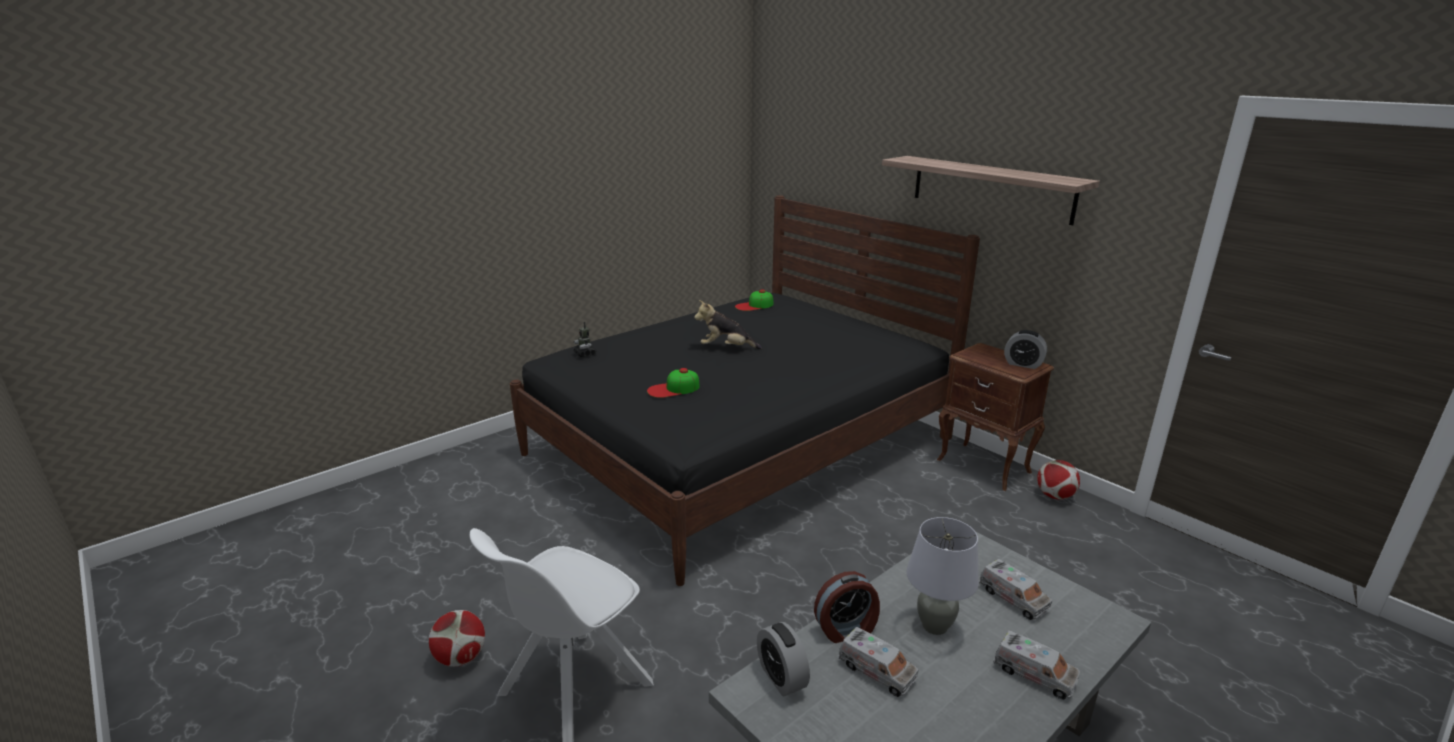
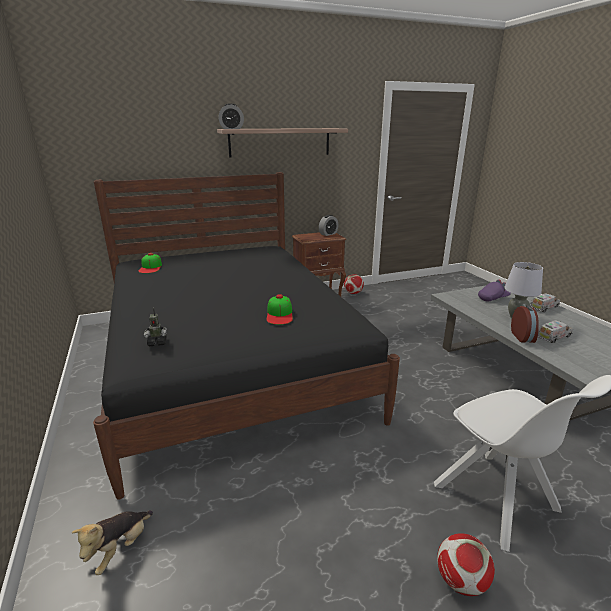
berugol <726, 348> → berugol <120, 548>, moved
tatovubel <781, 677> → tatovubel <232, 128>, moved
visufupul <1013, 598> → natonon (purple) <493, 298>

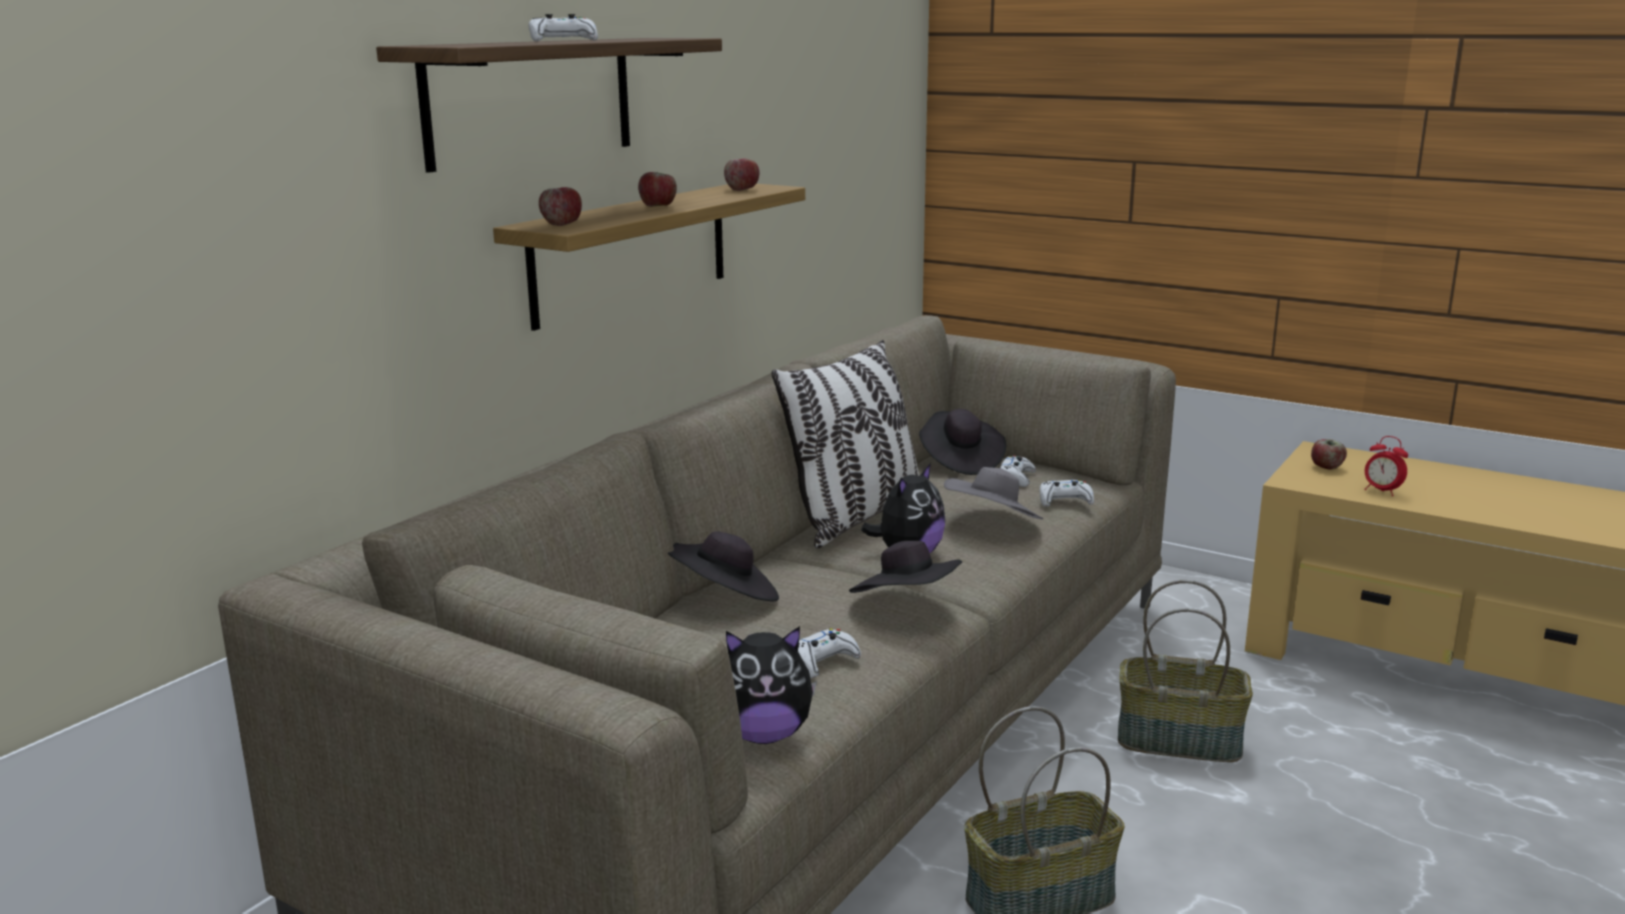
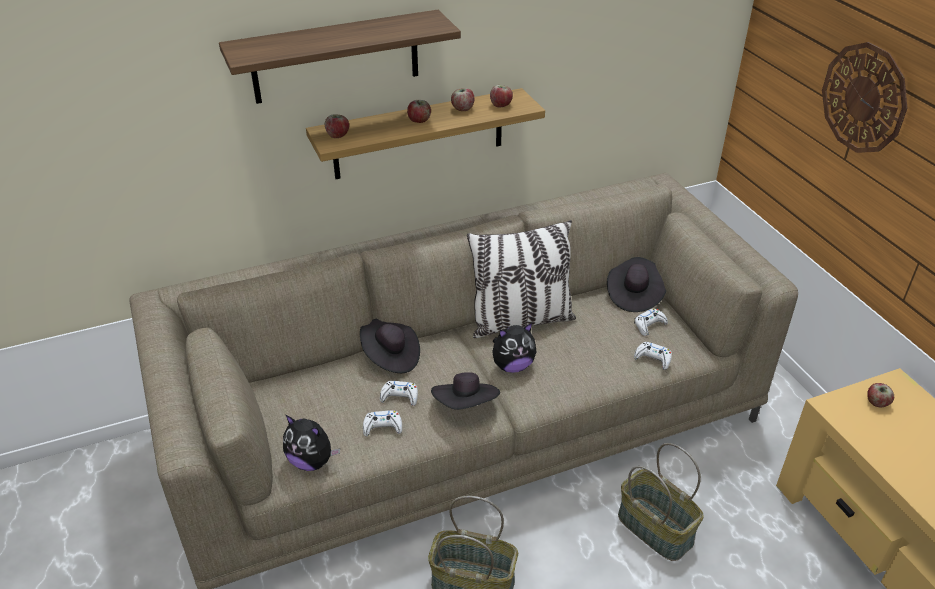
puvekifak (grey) <992, 524> → -
tatovubel <1381, 491> → -
- → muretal <462, 109>
- → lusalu <864, 98>
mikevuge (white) <561, 40> → mikevuge (white) <399, 397>, moved

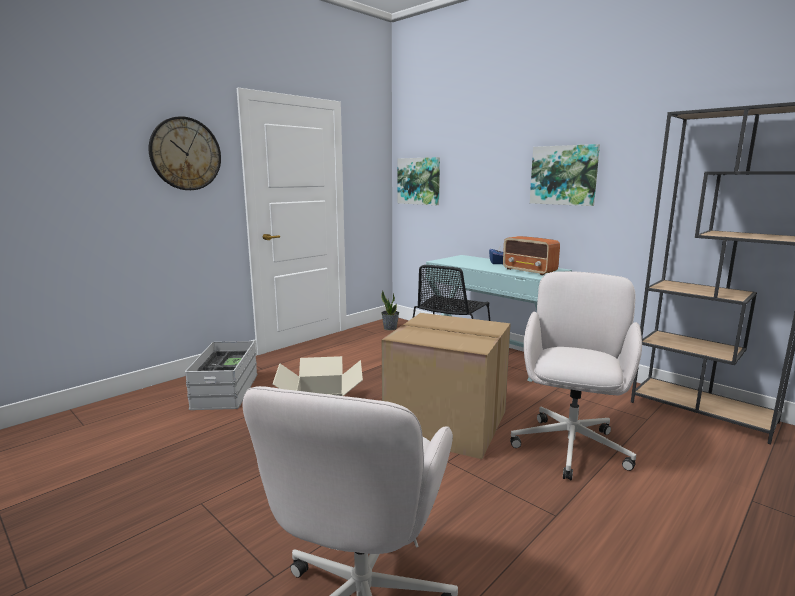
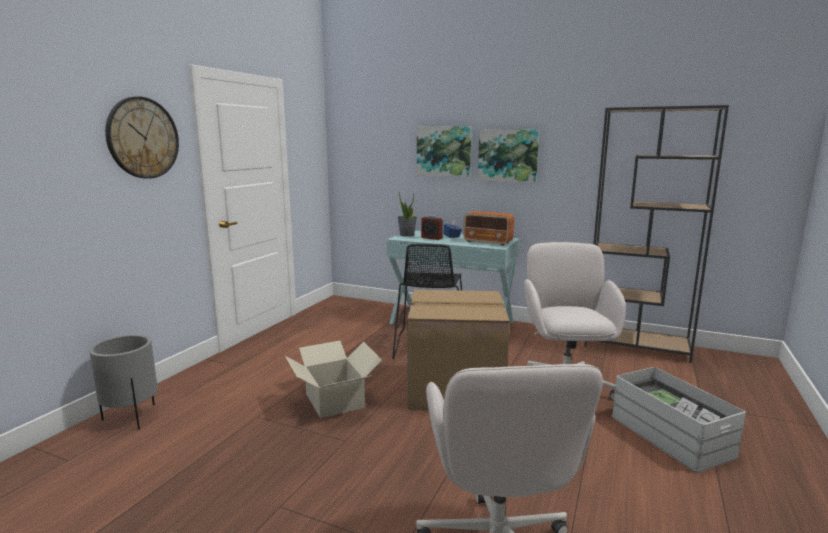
- → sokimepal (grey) <132, 417>
- → tatovubel <432, 238>
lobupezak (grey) <226, 390> → lobupezak (grey) <671, 435>, moved
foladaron <390, 328> → foladaron <407, 235>, moved
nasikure <419, 181> → nasikure <444, 151>, moved

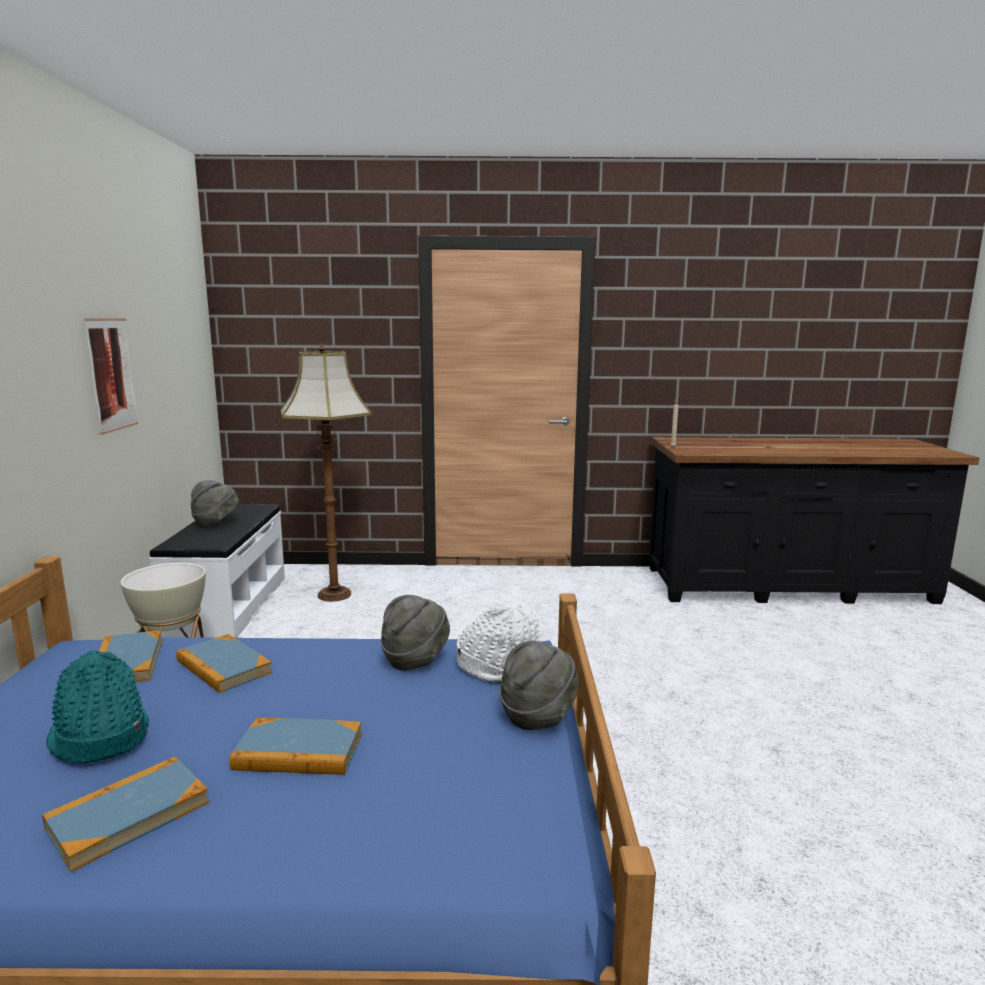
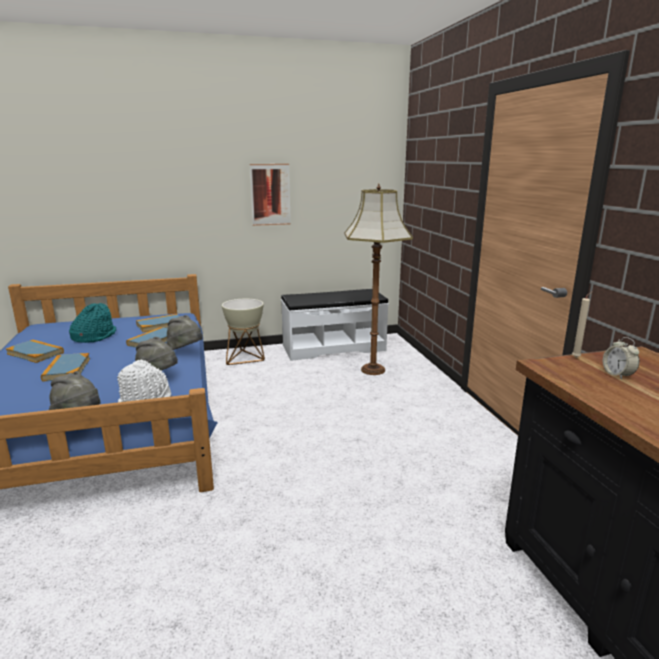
- → tatovubel <617, 375>
puvekifak (grey) <216, 523> → puvekifak (grey) <186, 351>, moved

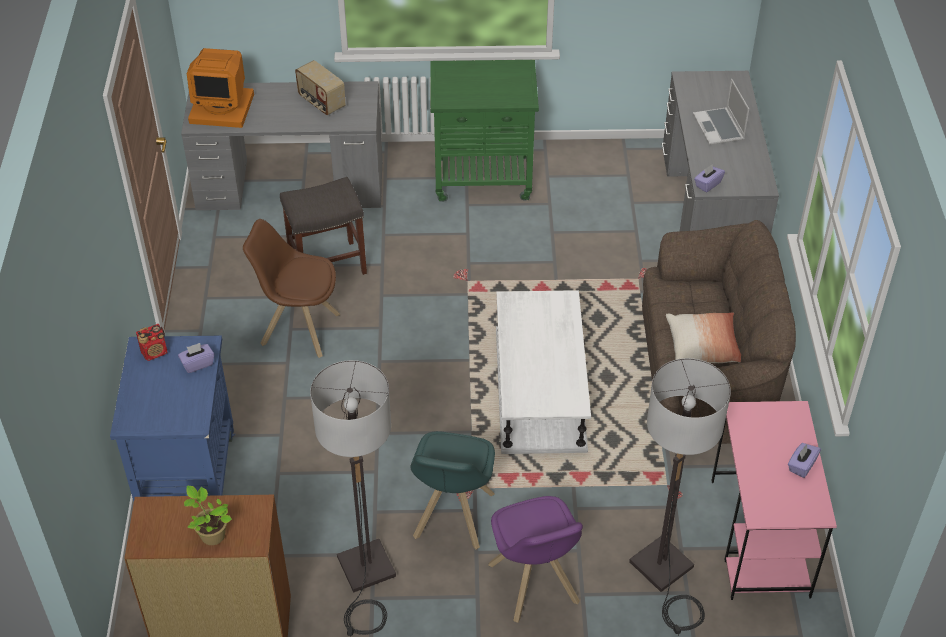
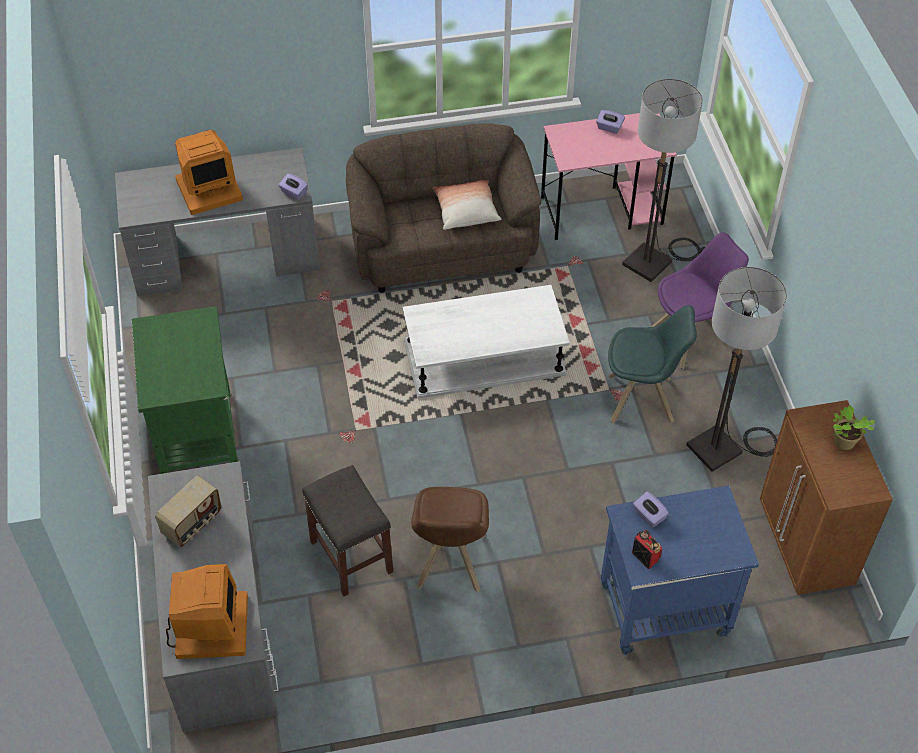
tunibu <719, 128> → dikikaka <209, 188>

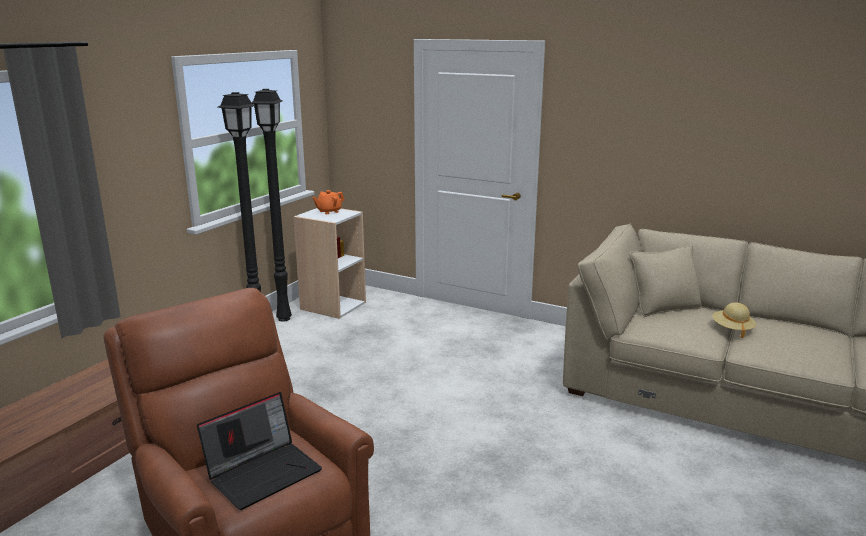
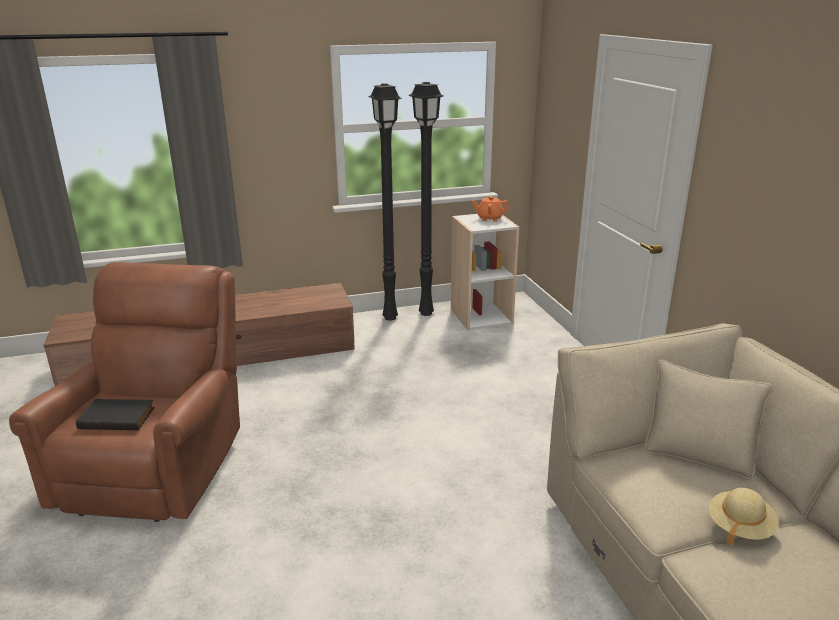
tunibu <264, 472> → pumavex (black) <118, 417>

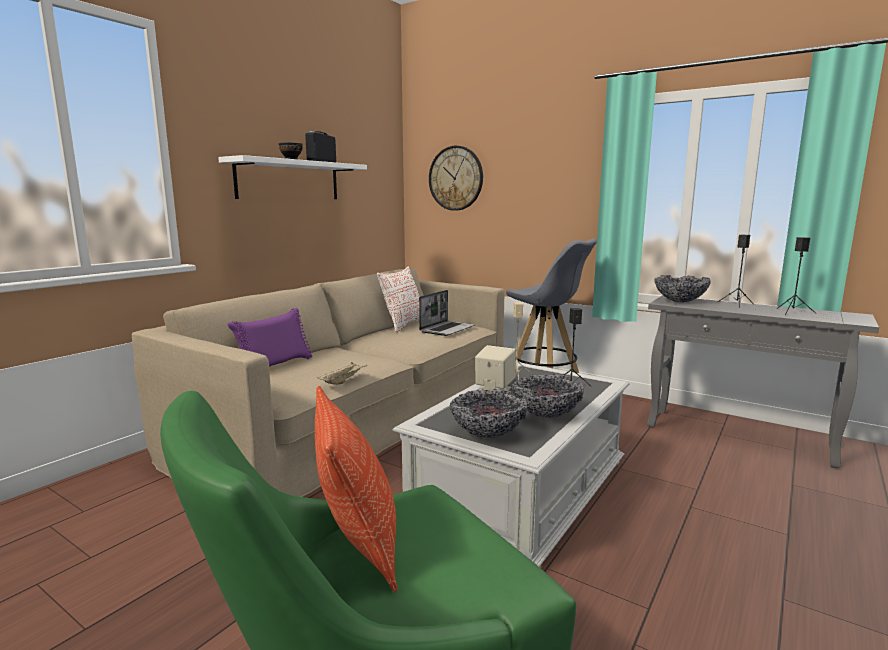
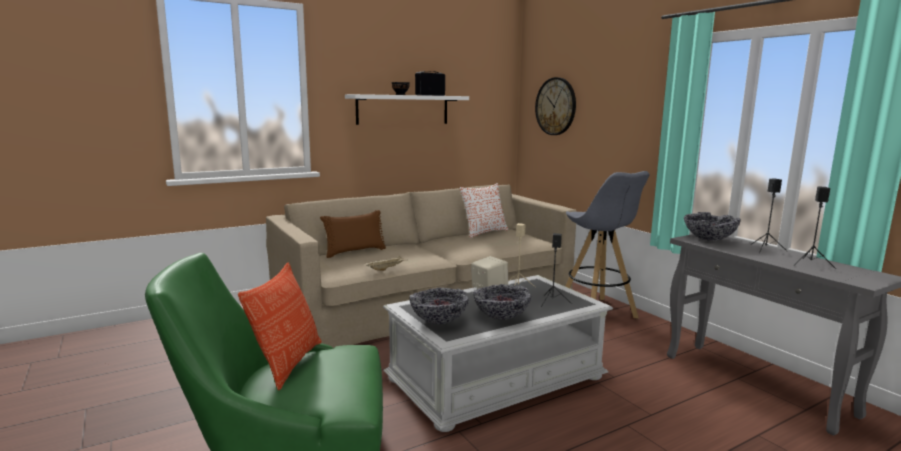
tunibu <447, 329> → -
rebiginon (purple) <275, 366> → rebiginon (brown) <354, 252>

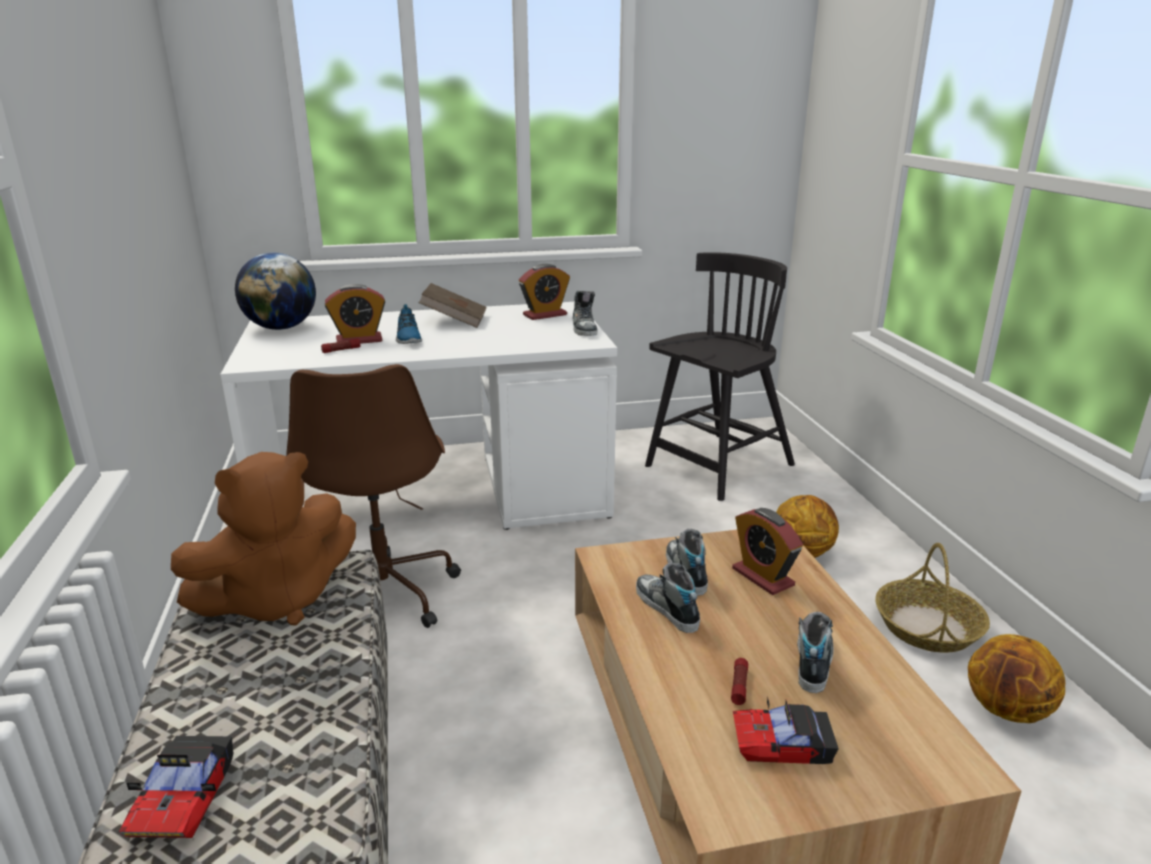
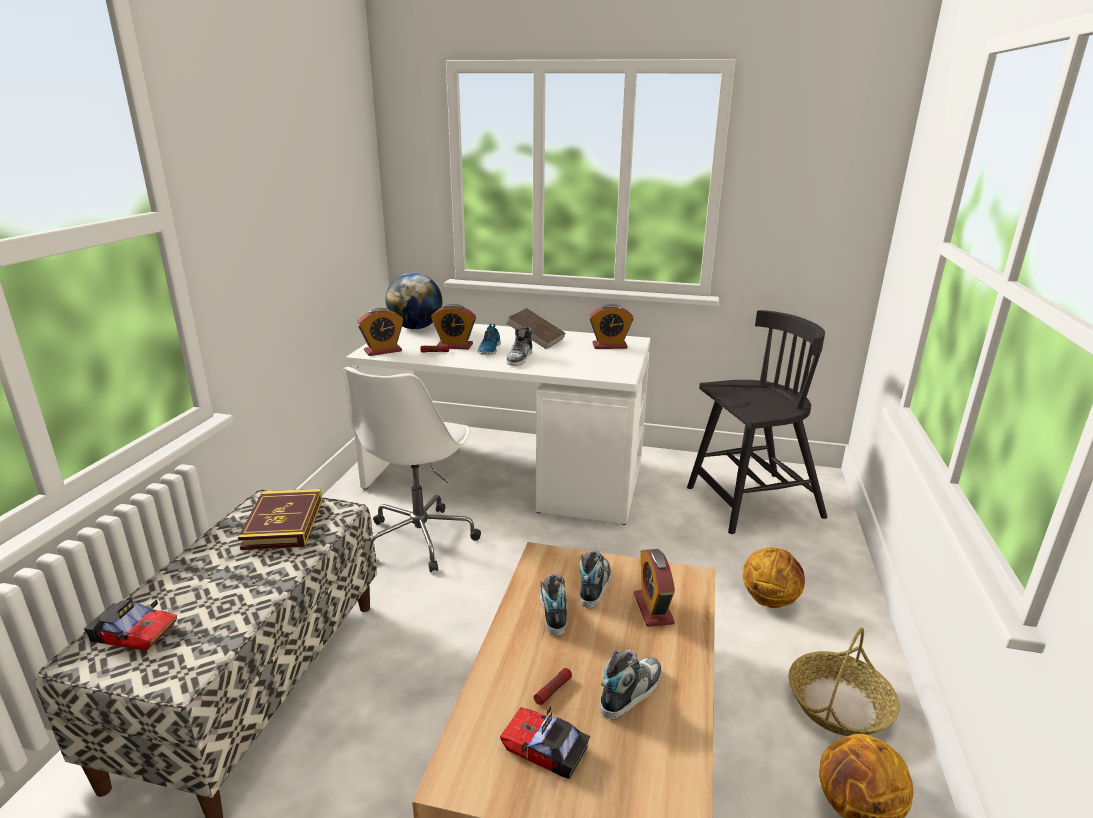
- → tatovubel <383, 351>
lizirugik <584, 328> → lizirugik <520, 358>, moved
berugol (brown) <278, 599> → pumavex <283, 523>
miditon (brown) <384, 597> → miditon (white) <418, 541>
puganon <184, 797> → puganon <134, 633>, 105 degrees counterclockwise

